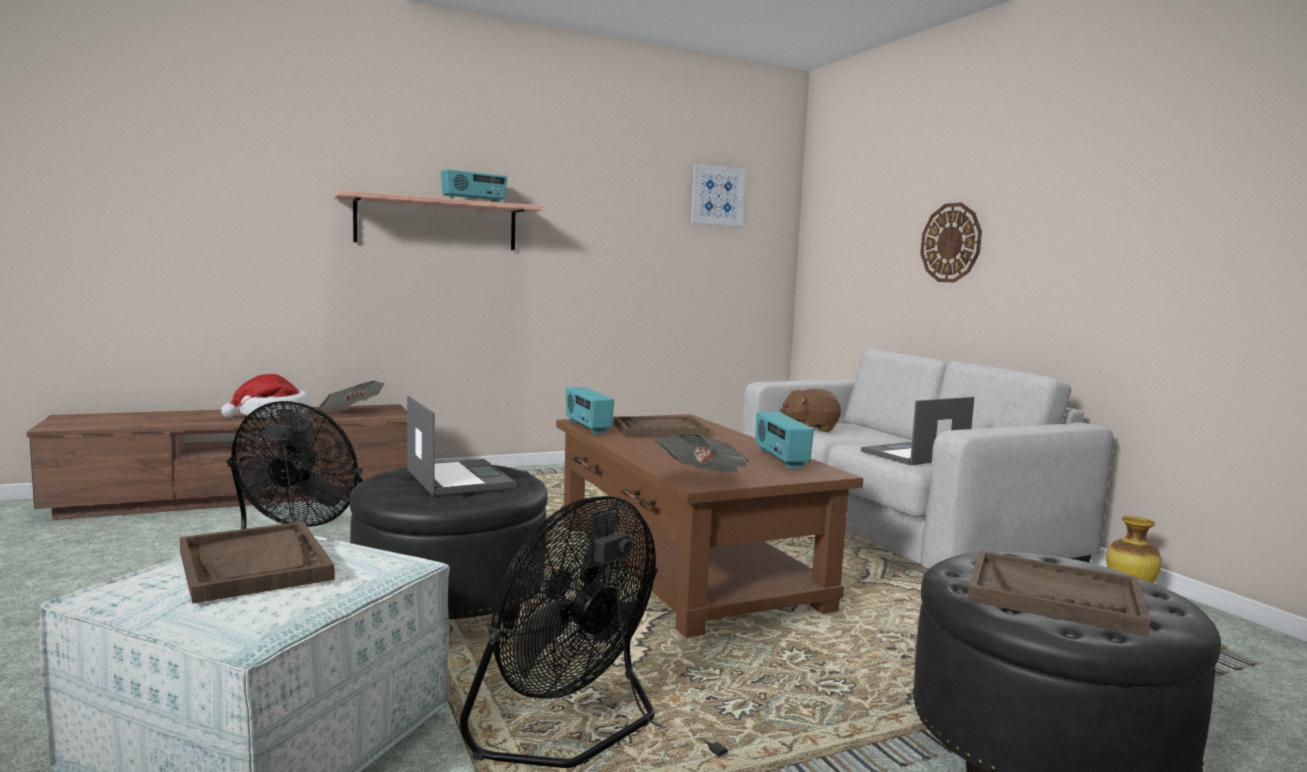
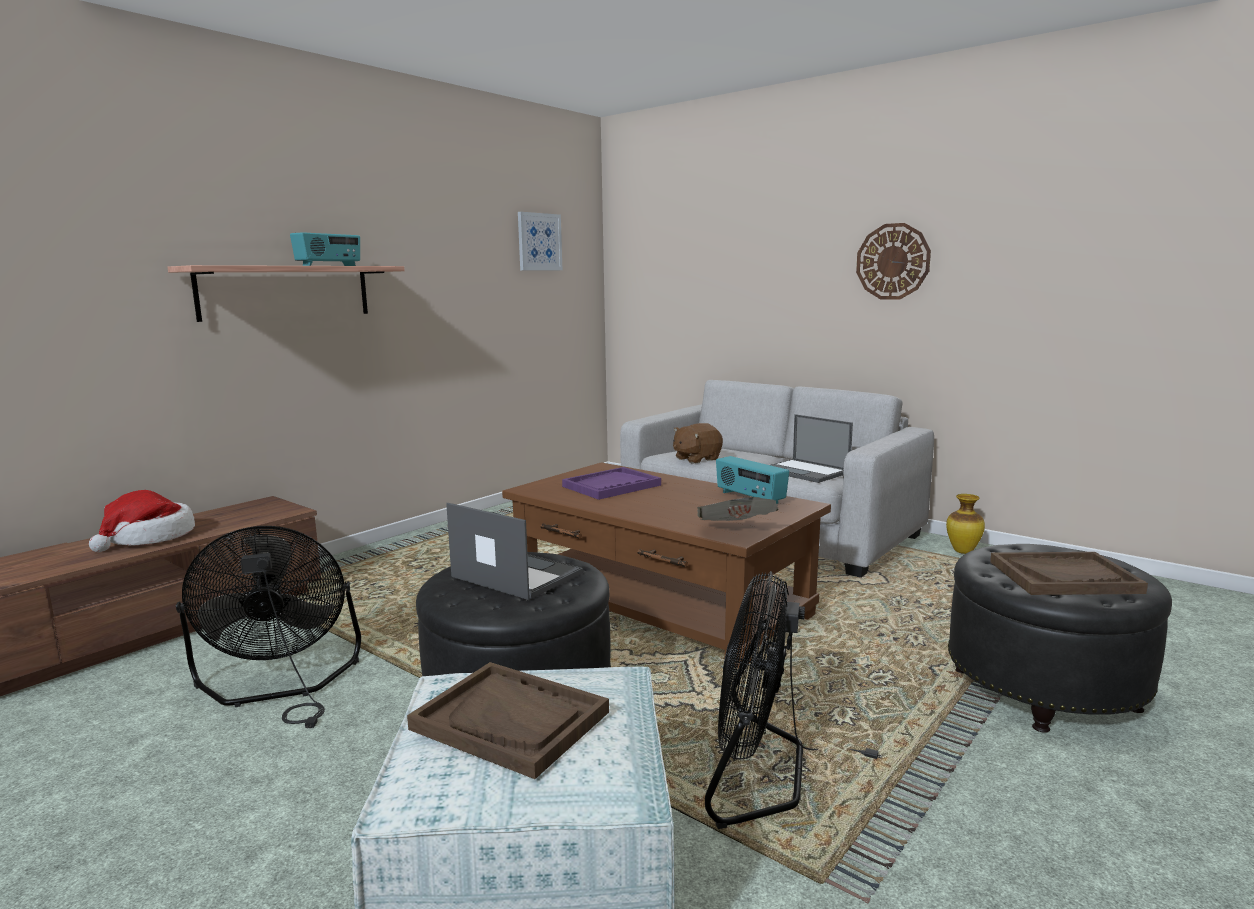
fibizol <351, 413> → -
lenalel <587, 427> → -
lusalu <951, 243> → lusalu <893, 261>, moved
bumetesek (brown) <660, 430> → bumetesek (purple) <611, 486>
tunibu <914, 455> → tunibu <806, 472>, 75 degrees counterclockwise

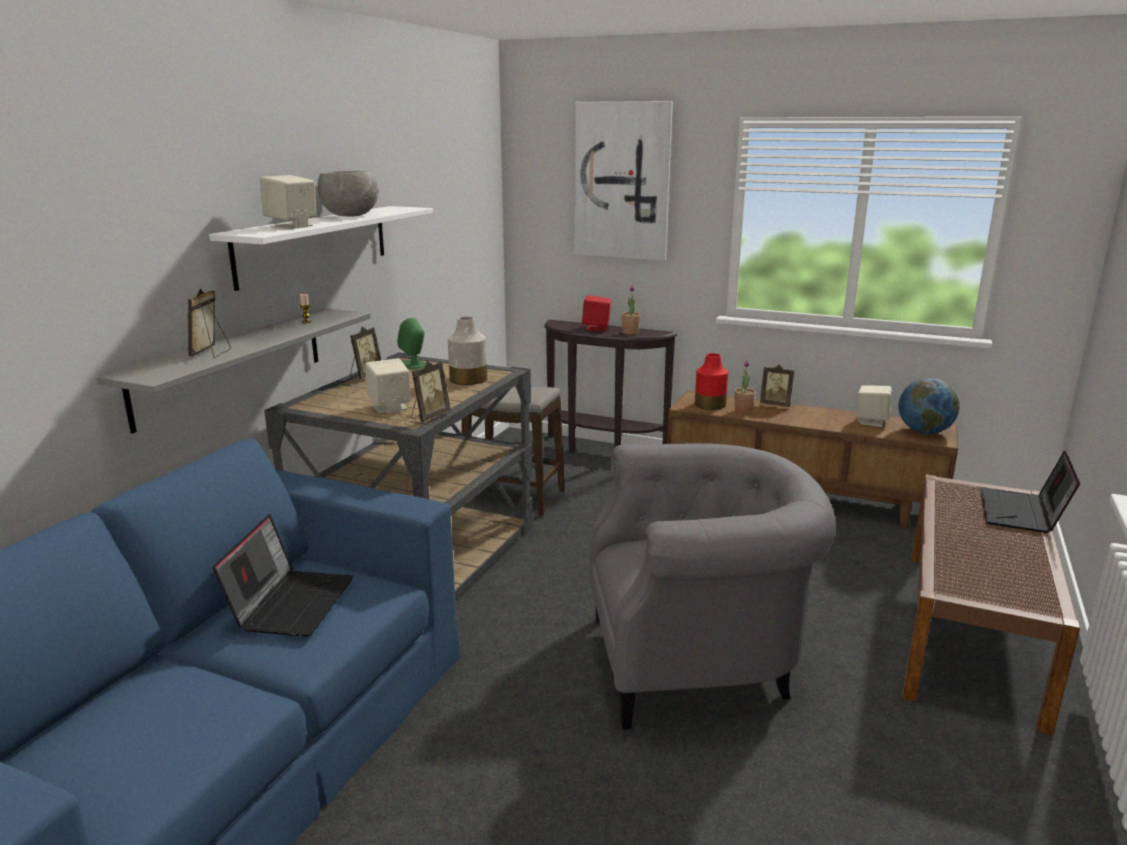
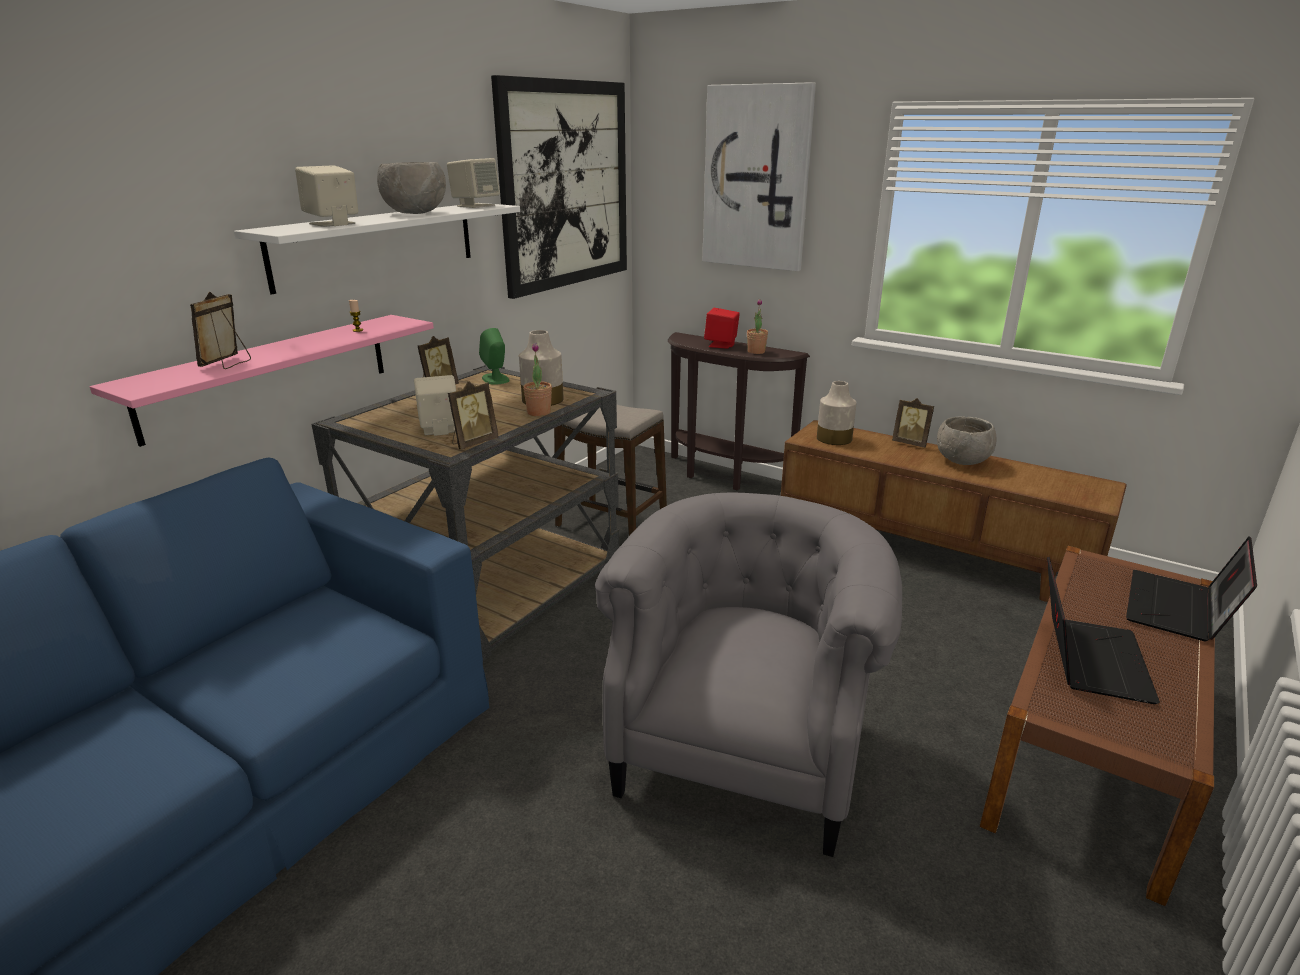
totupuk <924, 432> → -
- → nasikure <565, 186>
- → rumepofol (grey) <962, 461>
tunibu <291, 602> → tunibu <1087, 657>, moved
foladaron <743, 410> → foladaron <539, 412>, moved
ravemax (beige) <871, 421> → ravemax (beige) <475, 206>, moved
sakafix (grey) <232, 365> → sakafix (pink) <269, 375>
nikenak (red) <710, 404> → nikenak (beige) <834, 438>
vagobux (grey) <696, 662> → vagobux (grey) <745, 746>, 75 degrees counterclockwise

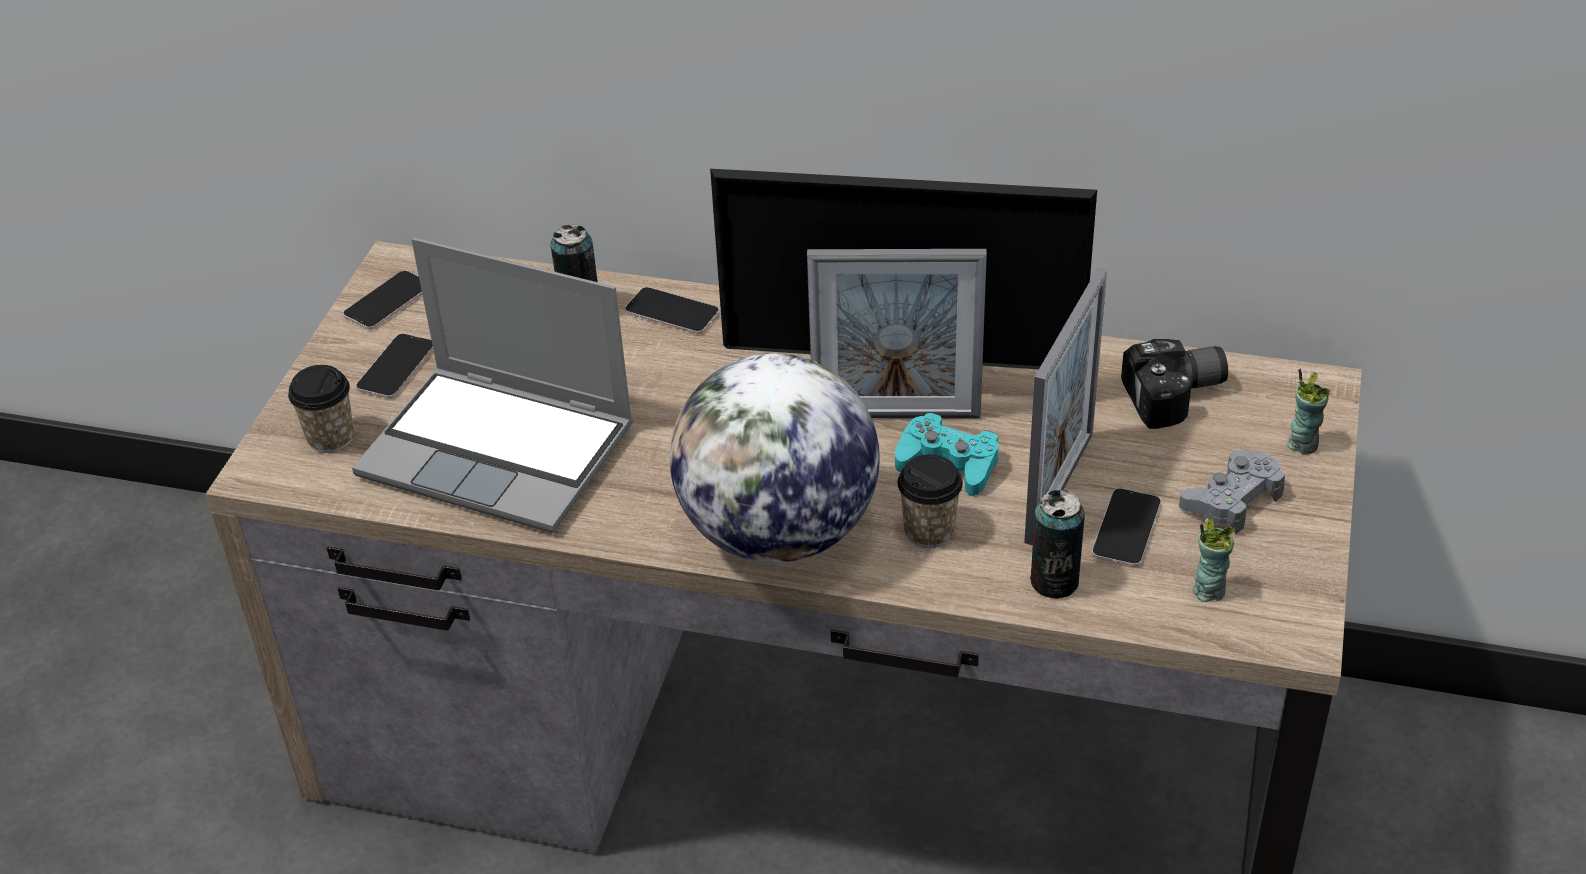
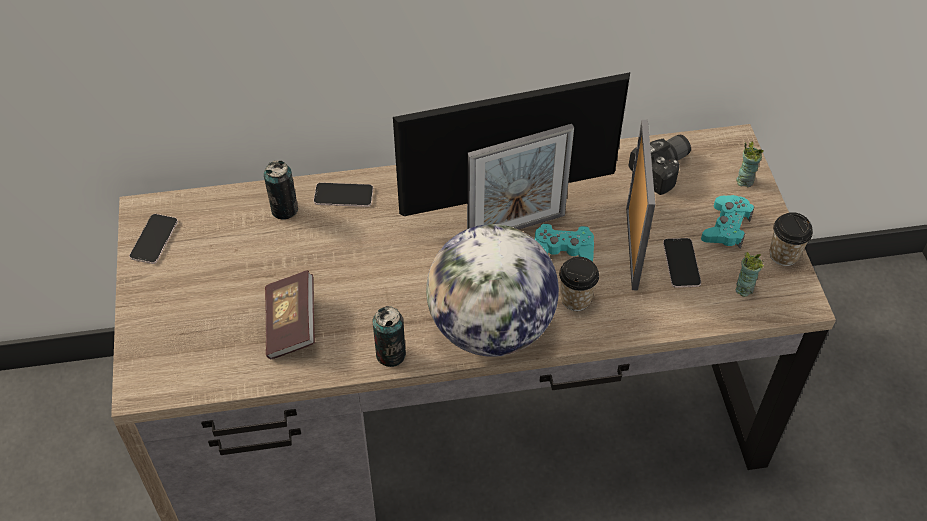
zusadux <396, 367> → -
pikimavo <331, 438> → pikimavo <783, 255>, moved
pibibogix <1054, 581> → pibibogix <390, 354>, moved
tunibu <501, 451> → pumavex <291, 325>
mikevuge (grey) <1232, 499> → mikevuge (turquoise) <726, 227>

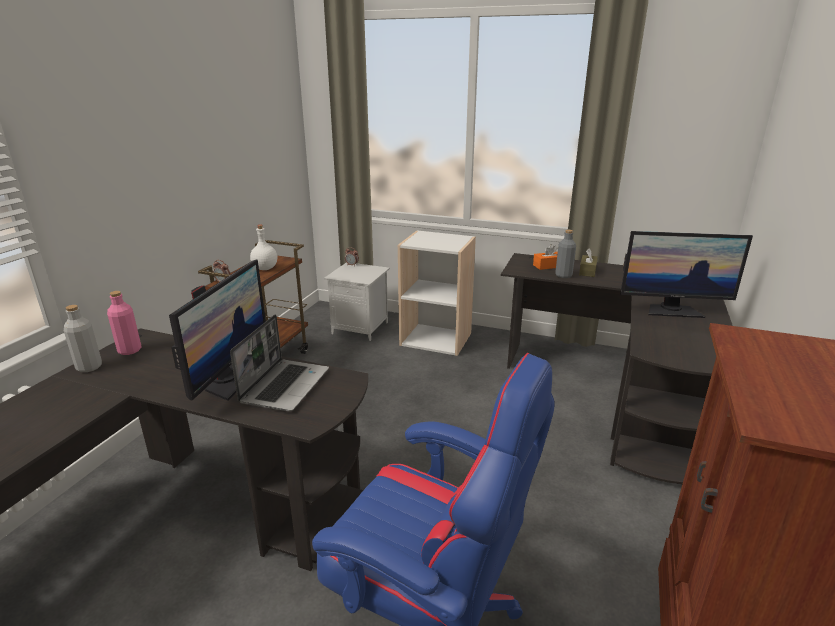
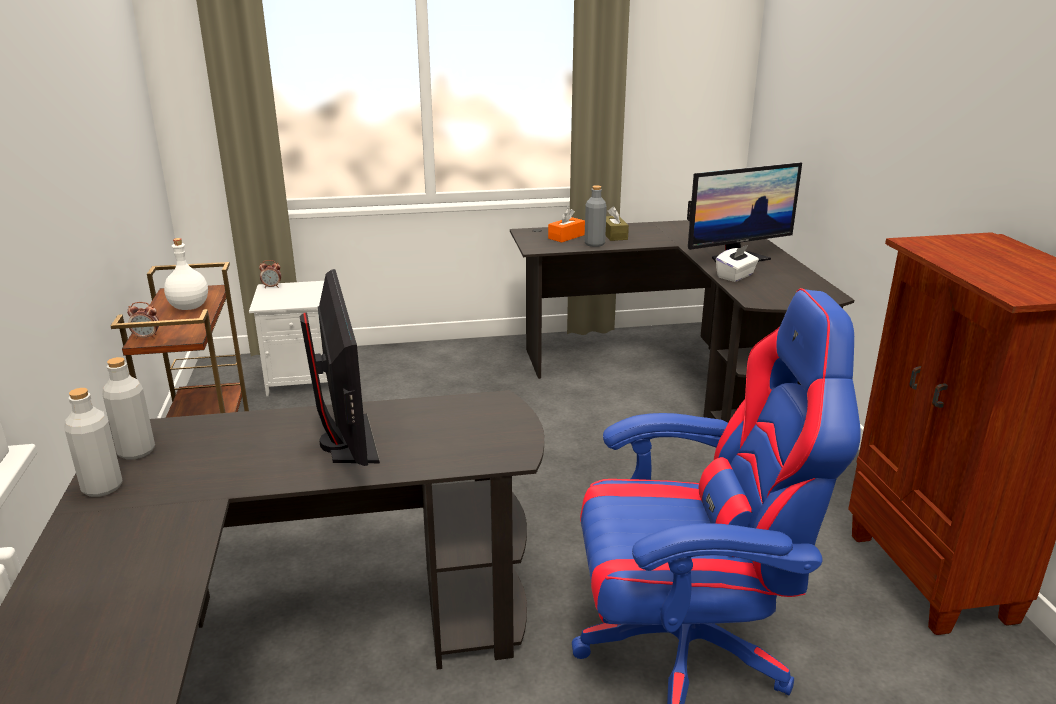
tunibu <285, 385> → -
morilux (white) <437, 339> → -
- → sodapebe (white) <735, 276>
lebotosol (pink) <129, 350> → lebotosol (grey) <136, 451>

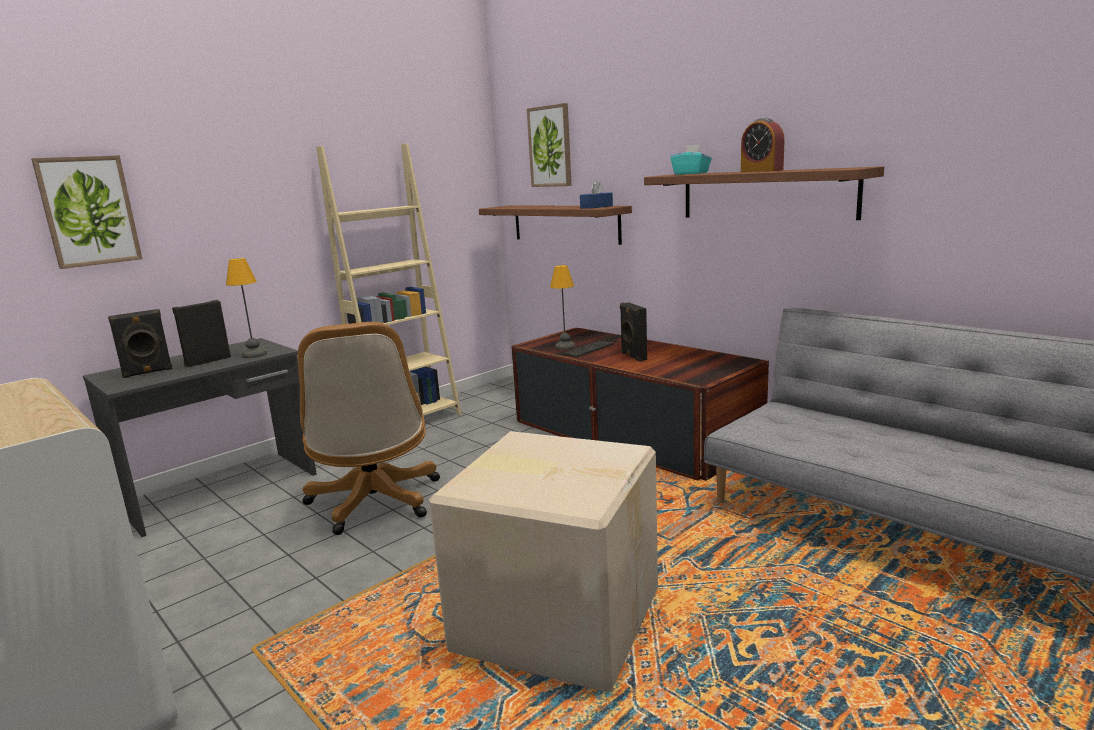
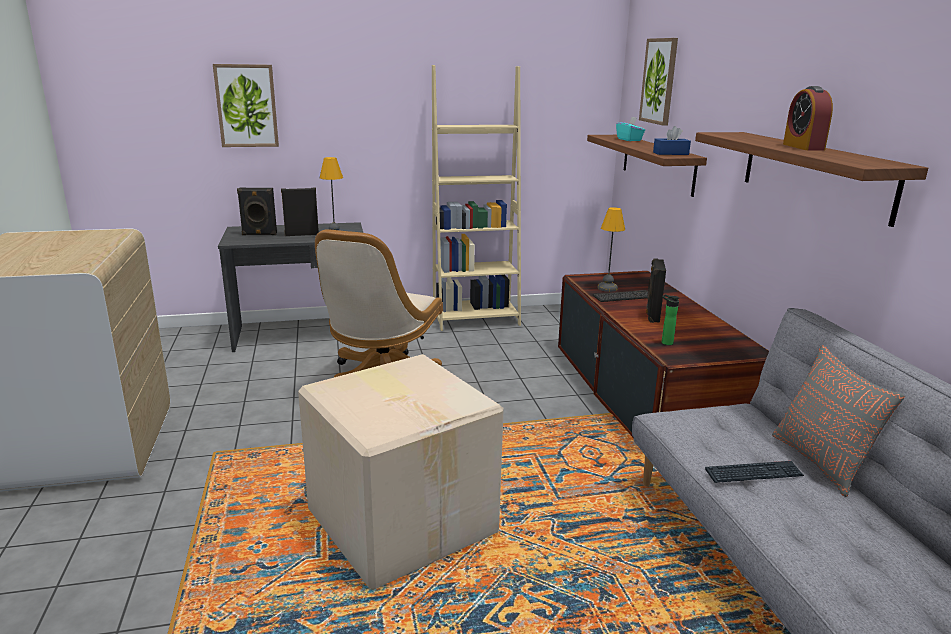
- → lebotosol <665, 342>
- → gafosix <754, 473>
- → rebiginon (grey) <820, 463>
sodapebe (turquoise) <691, 173> → sodapebe (turquoise) <629, 140>, moved

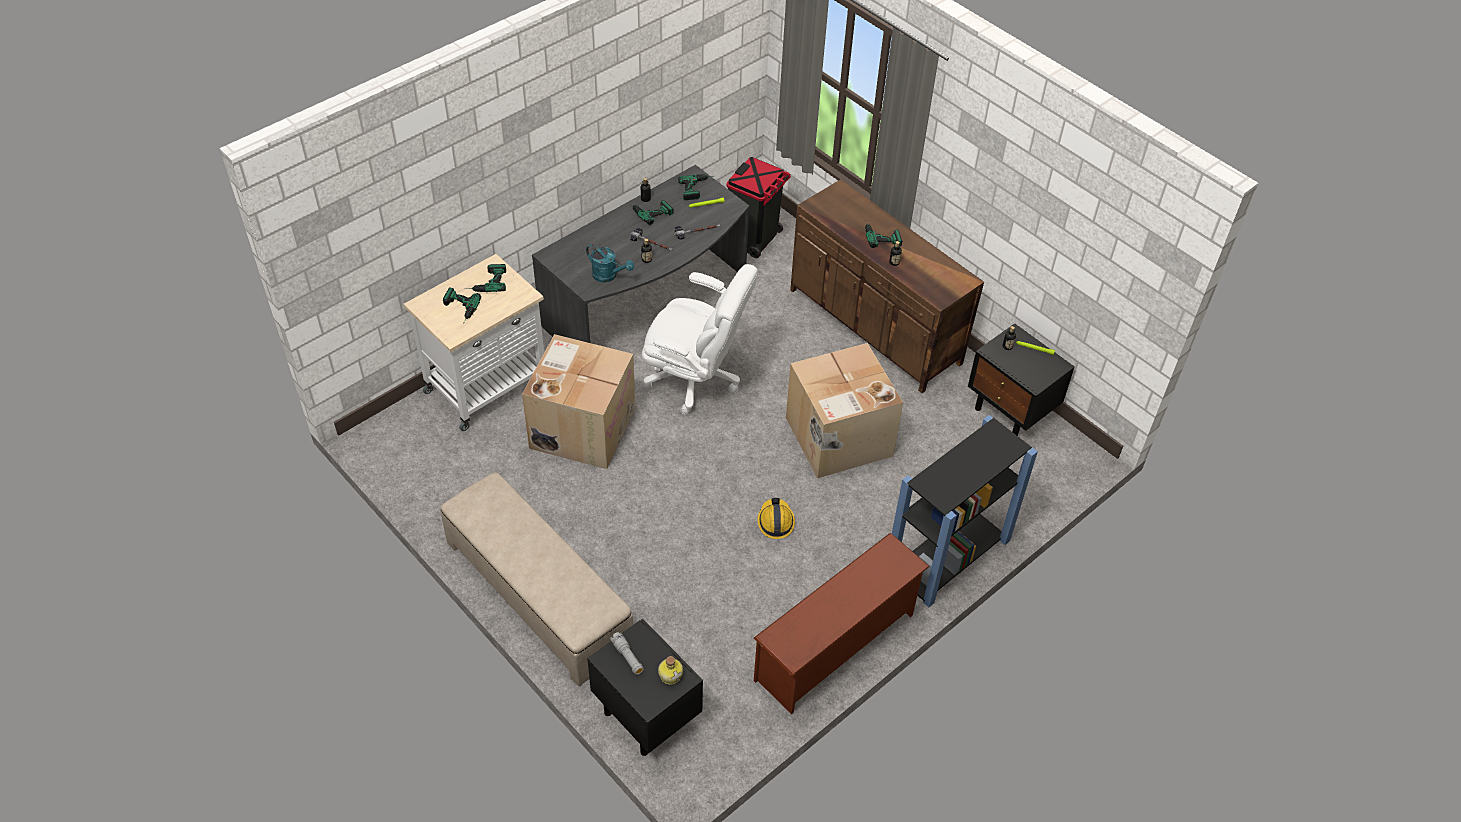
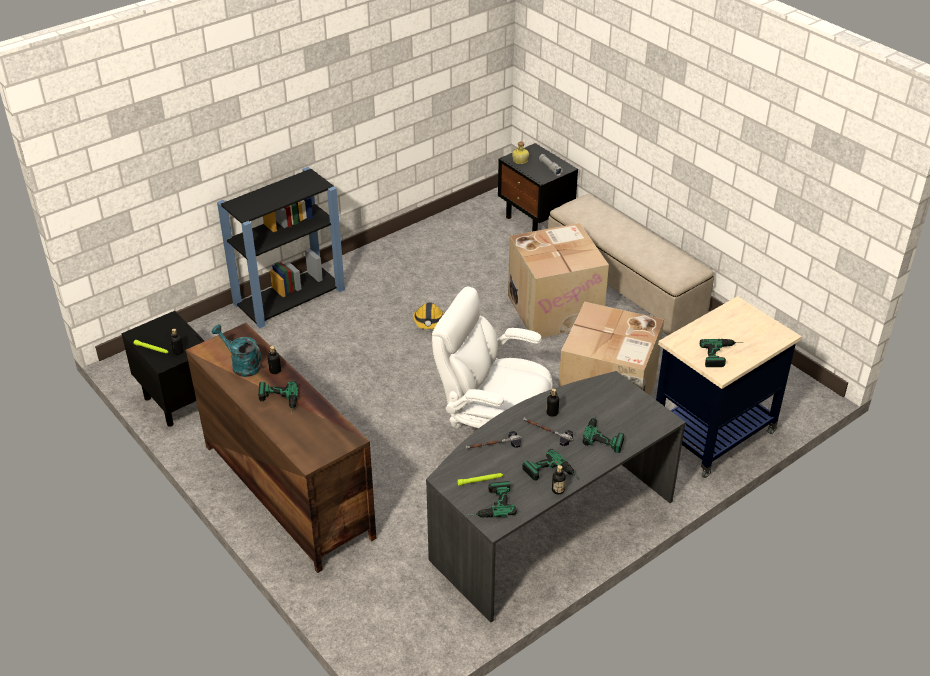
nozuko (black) <754, 239> → -
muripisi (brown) <836, 648> → -
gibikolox <459, 309> → gibikolox <605, 434>, moved
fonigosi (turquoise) <608, 276> → fonigosi (turquoise) <241, 365>, moved
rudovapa <838, 438> → rudovapa <555, 309>, moved
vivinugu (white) <486, 386> → vivinugu (blue) <713, 437>

